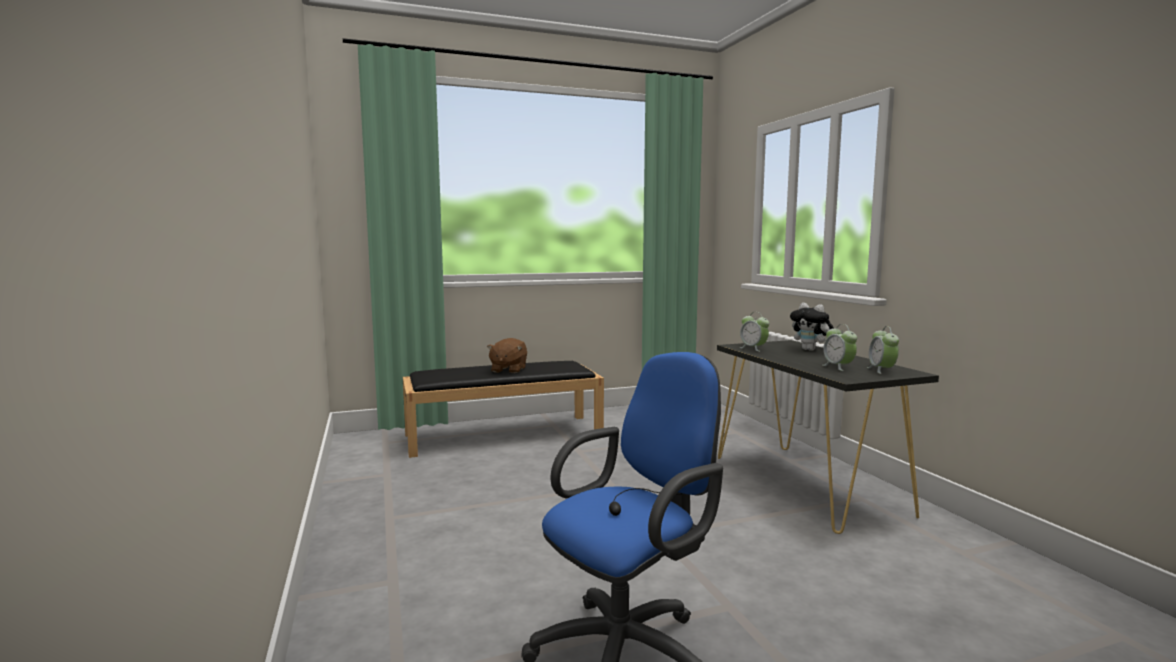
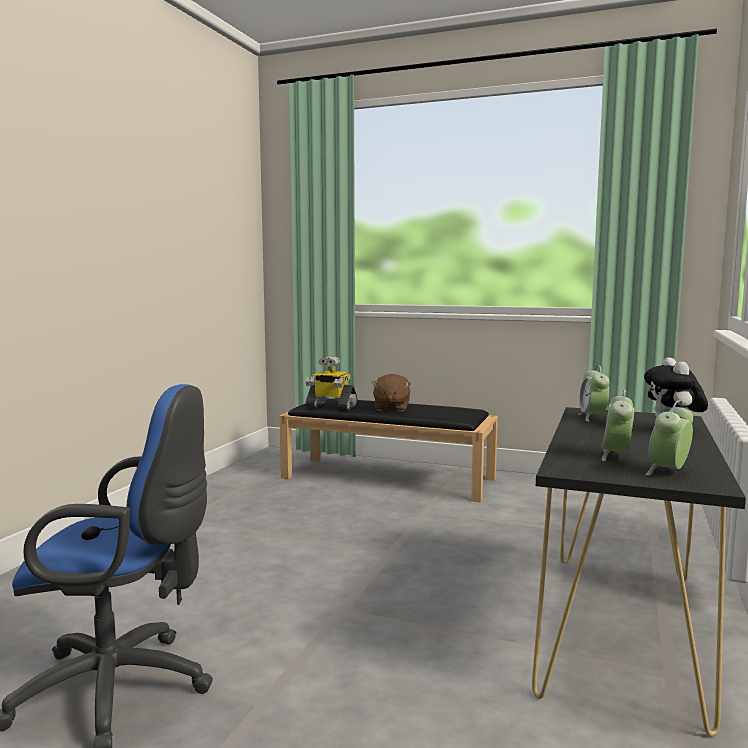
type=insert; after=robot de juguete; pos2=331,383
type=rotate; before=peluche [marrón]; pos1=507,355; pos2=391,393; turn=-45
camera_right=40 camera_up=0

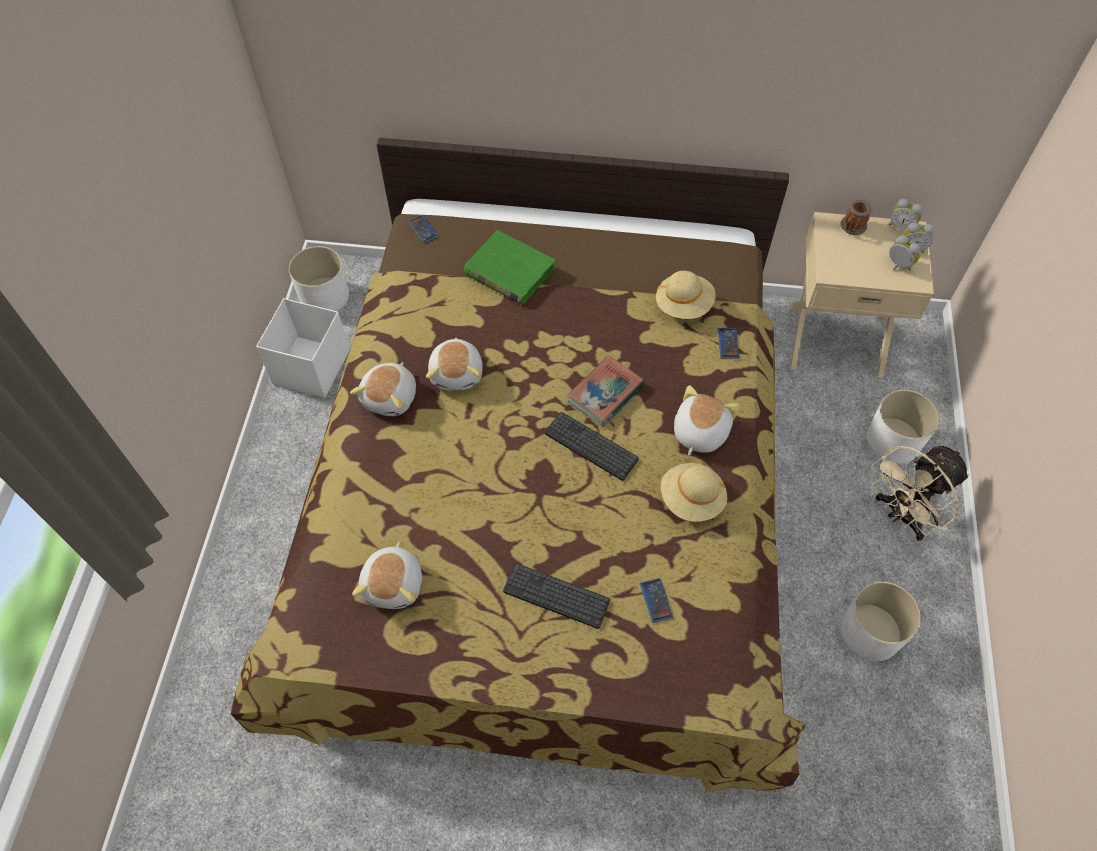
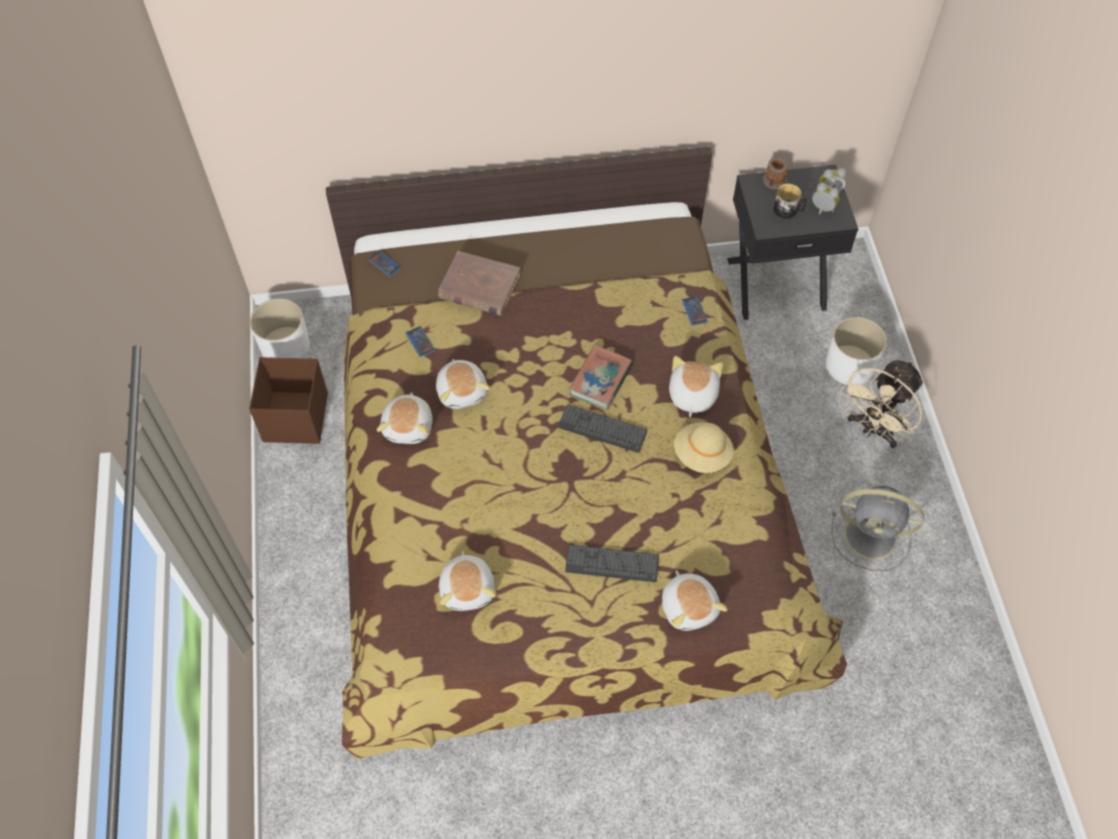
type=recolor; before=caja de almacenaje [blanco]; after=caja de almacenaje [marrón]; pos1=302,348; pos2=288,400
type=move; before=móvil; pos1=656,600; pos2=420,341
type=recolor; before=libro [verde]; after=libro [marrón]; pos1=509,267; pos2=479,283
type=insert; after=peluche; pos2=695,600
type=recolor; before=mesita de noche [beis]; after=mesita de noche [negro]; pos1=862,295; pos2=792,242
type=insert; after=taza grande; pos2=790,201
type=replace; before=maceta [blanco]; after=ventilador [gris]; pos1=881,621; pos2=878,528
type=delete; before=sombrero [beis]; pos1=686,295
type=delete; before=despertador; pos1=906,214
camera_right=-15 camera_up=0

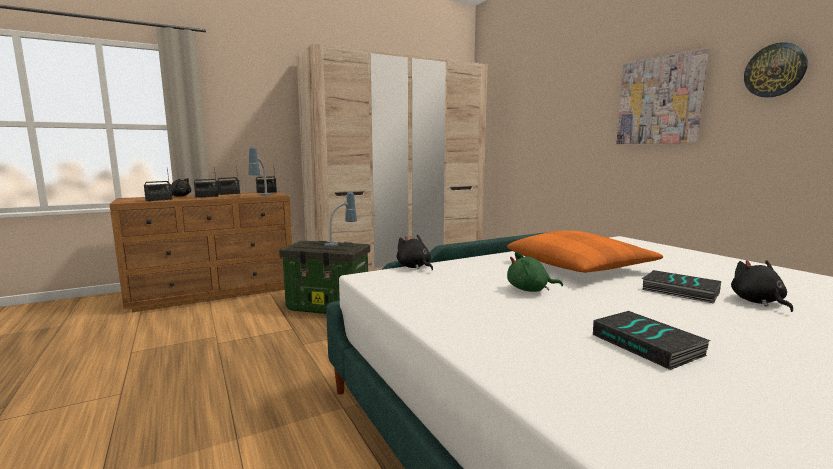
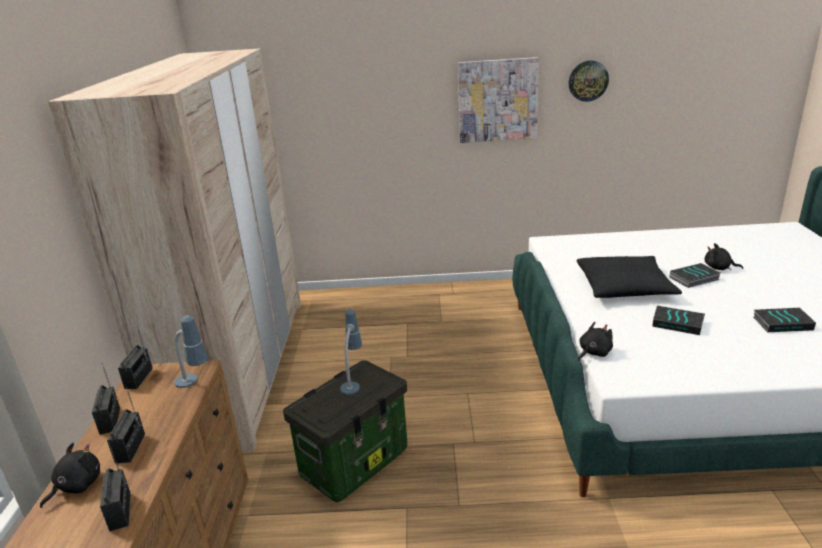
type=recolor; before=cojín [naranja]; after=cojín [negro]; pos1=585,252; pos2=629,277
type=rotate; before=peluche [negro]; pos1=415,252; pos2=595,341; turn=150
type=replace; before=peluche [verde]; after=libro; pos1=535,272; pos2=678,320
camera_right=-60 camera_up=15

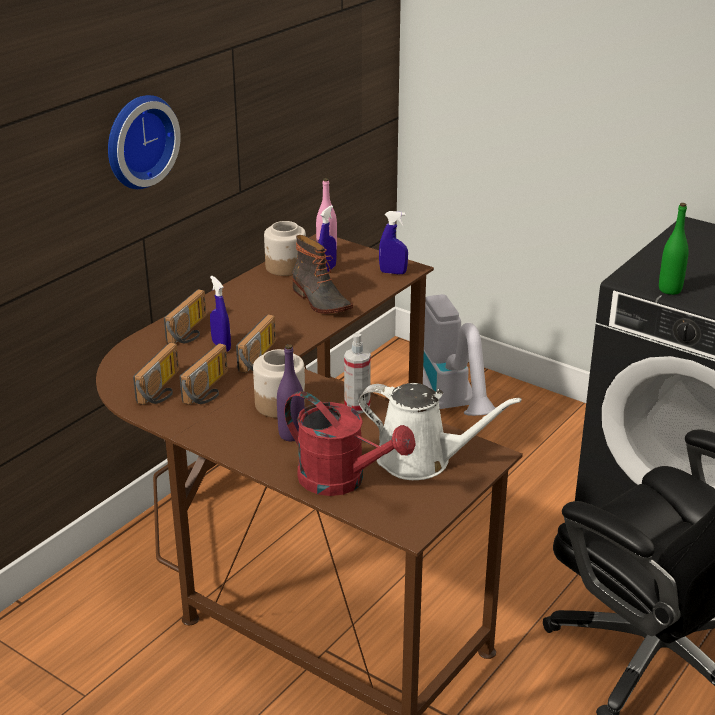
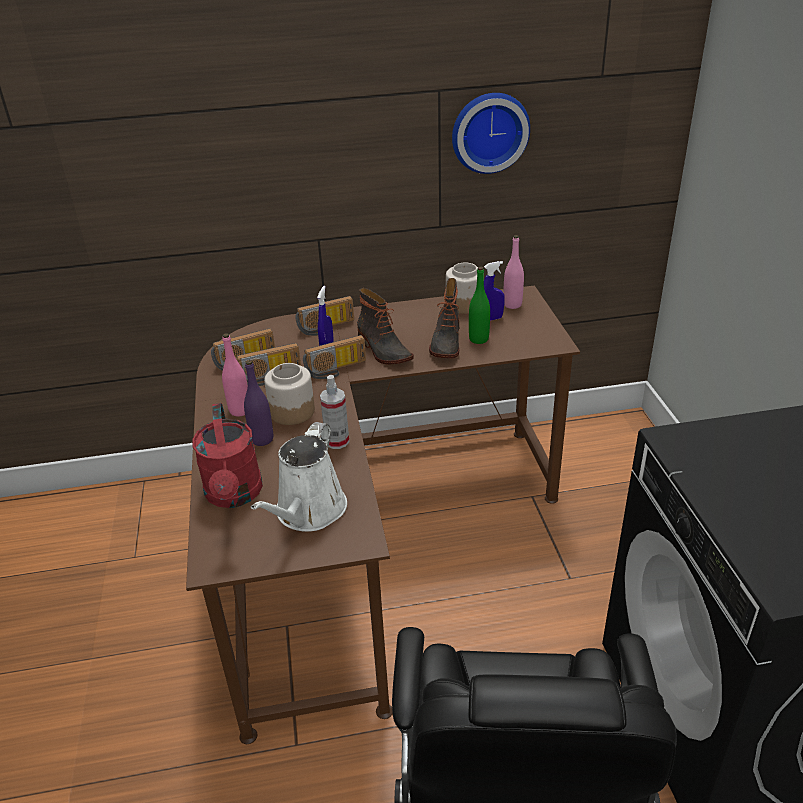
type=insert; after=botella [rosa]; pos2=235,375
type=rotate; before=regadera [blanco]; pos1=440,431; pos2=299,477; turn=45
type=insert; after=bota; pos2=385,326
type=move; before=reloj de pared; pos1=144,142; pos2=491,133
type=move; before=botella [verde]; pos1=674,249; pos2=479,305
type=delete; before=pulverizador [azul]; pos1=393,243
type=delete; before=aspiradora; pos1=459,355
camera_right=45 camera_up=5

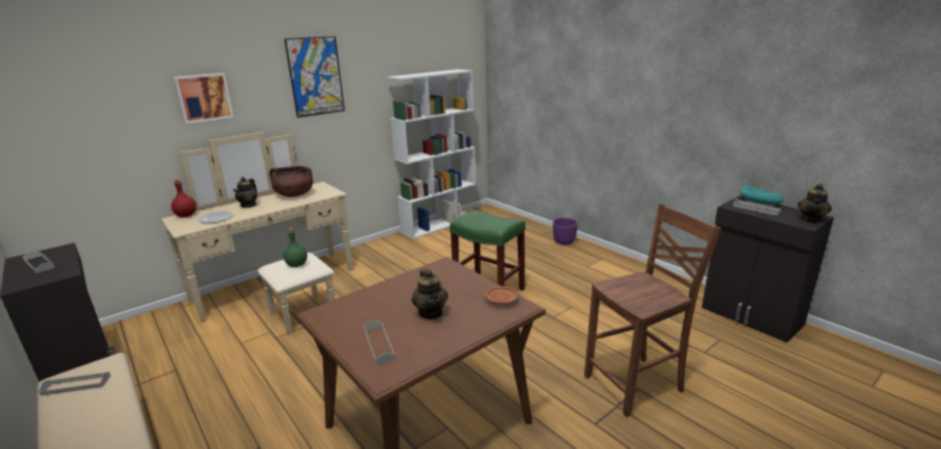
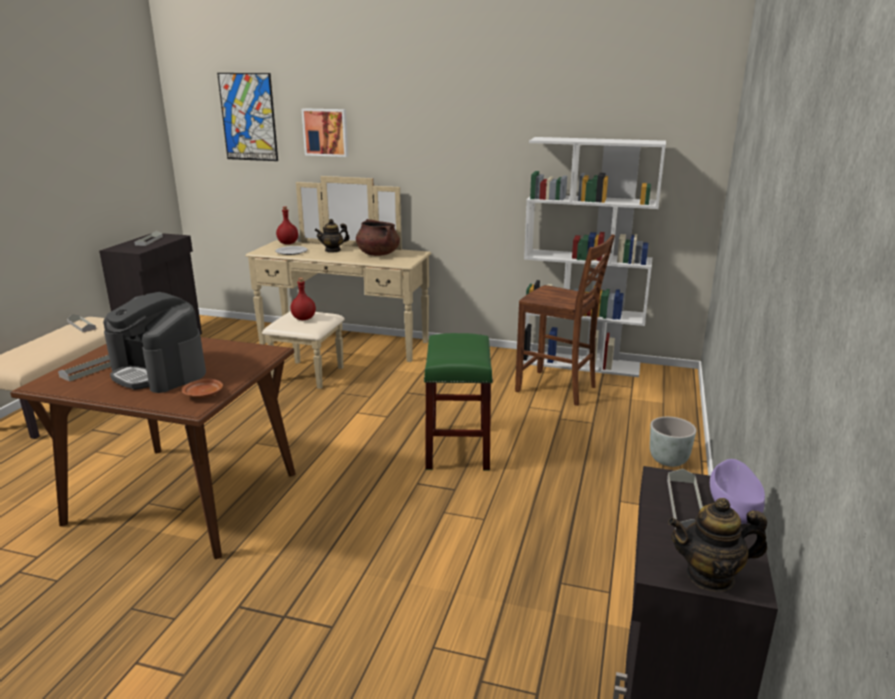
type=replace; before=tetera; after=cafetera; pos1=429,294; pos2=154,342
type=move; before=cuadro; pos1=314,77; pos2=247,117
type=recolor; before=botella [verde]; after=botella [rojo]; pos1=295,247; pos2=303,299
type=move; before=silla [marrón]; pos1=652,310; pos2=565,320
type=recolor; before=maceta [morado]; after=maceta [gris]; pos1=565,231; pos2=673,442
type=recolor; before=cuenco [turquesa]; after=cuenco [morado]; pos1=762,196; pos2=737,491
camera_right=55 camera_up=0

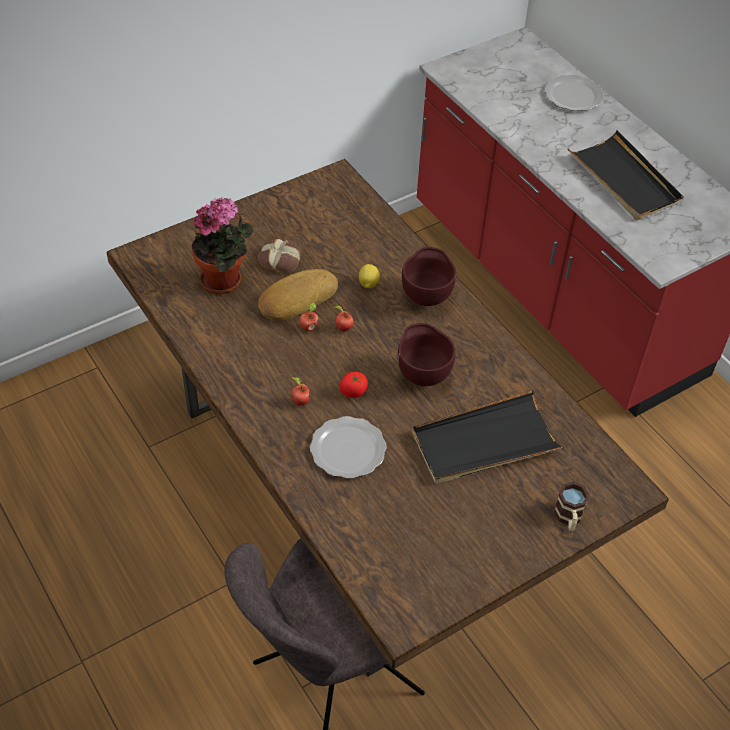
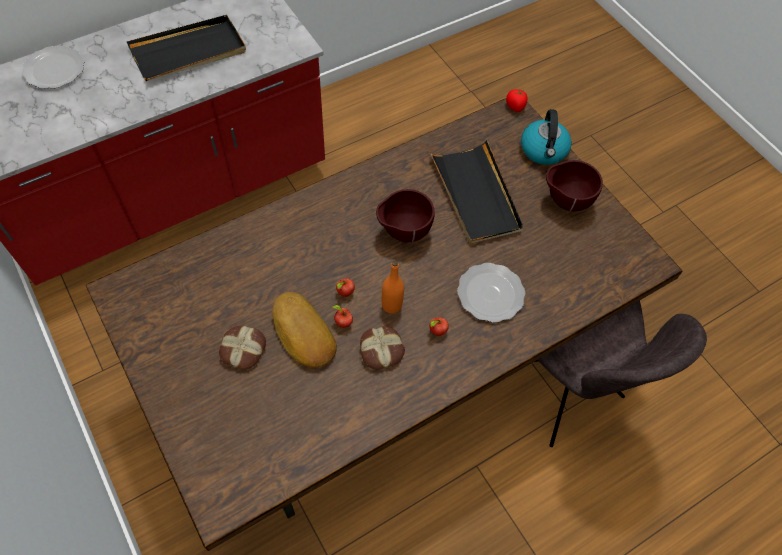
type=insert; after=pan; pos2=382,348
type=insert; after=botella [naranja]; pos2=393,287
type=move; before=tomate; pos1=353,384; pos2=517,100
type=replace; before=taza grande; after=hervidor; pos1=572,506; pos2=546,137
type=move; before=cuenco [marrón]; pos1=429,276; pos2=574,185
type=delete; before=planta en maceta; pos1=222,245
type=delete; before=limón; pos1=369,276
camera_right=-90 camera_up=10

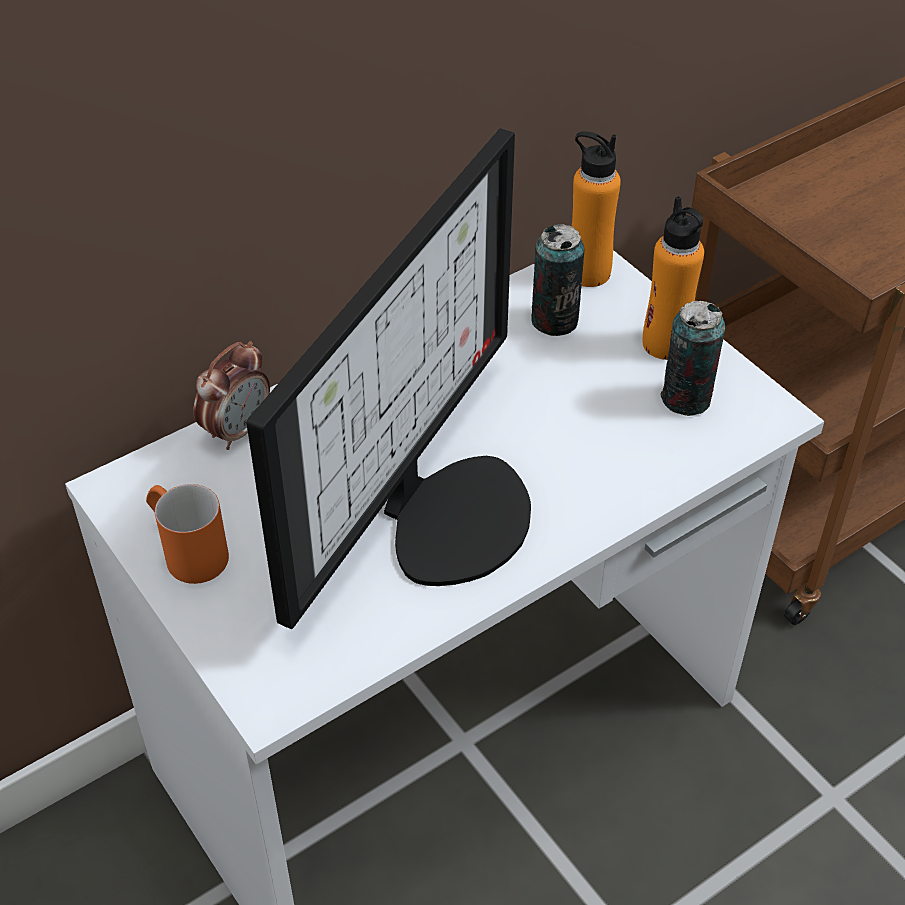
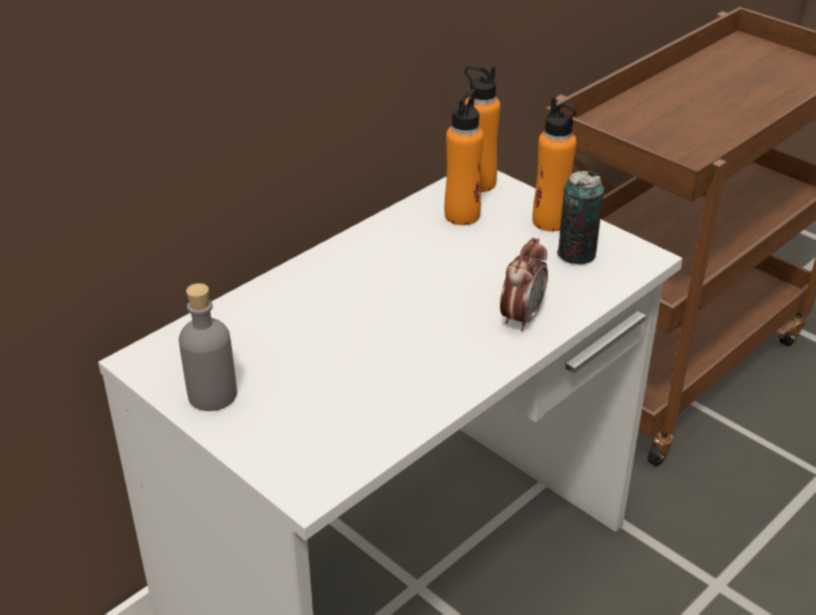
type=replace; before=taza grande [naranja]; after=botella [gris]; pos1=187,534; pos2=208,347
type=replace; before=lata; after=botella [naranja]; pos1=558,280; pos2=464,157
type=move; before=despertador; pos1=232,395; pos2=524,284
type=delete; before=monitor; pos1=389,379
camera_right=-10 camera_up=-10

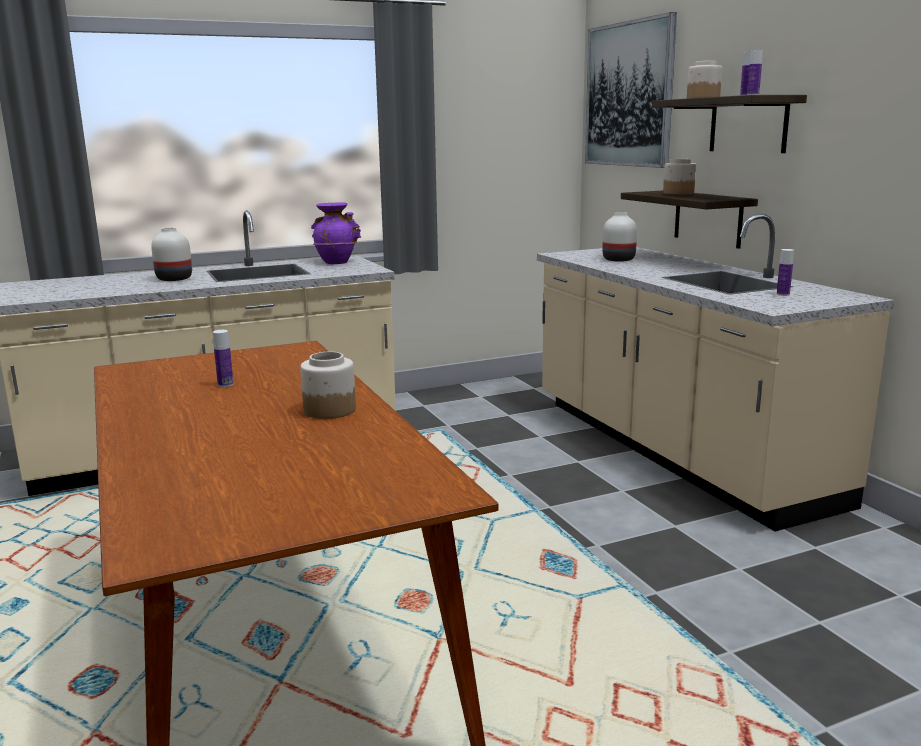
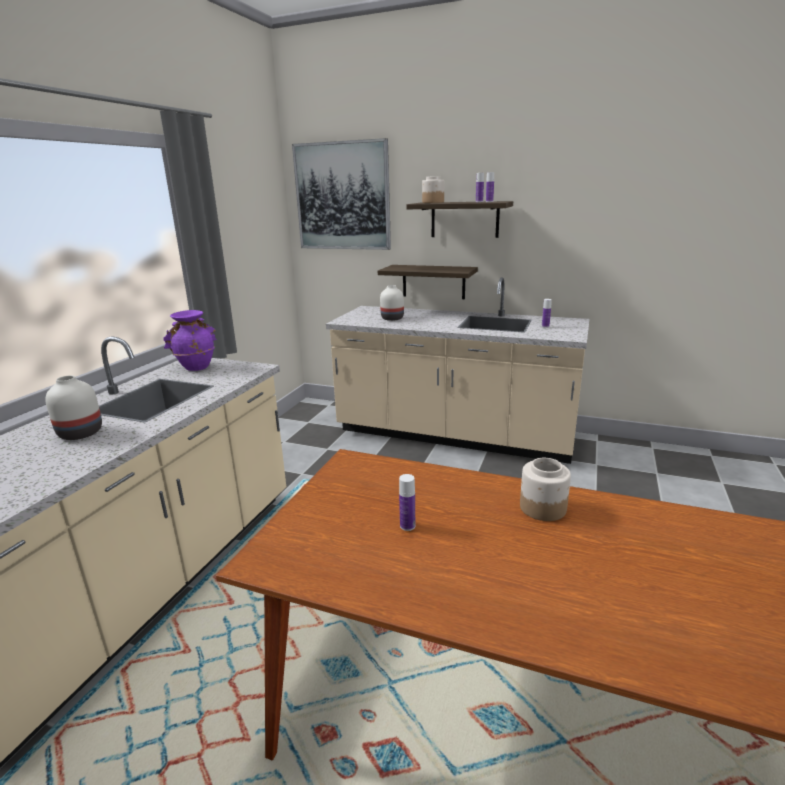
type=delete; before=tarro; pos1=679,177
camera_right=-45 camera_up=5

